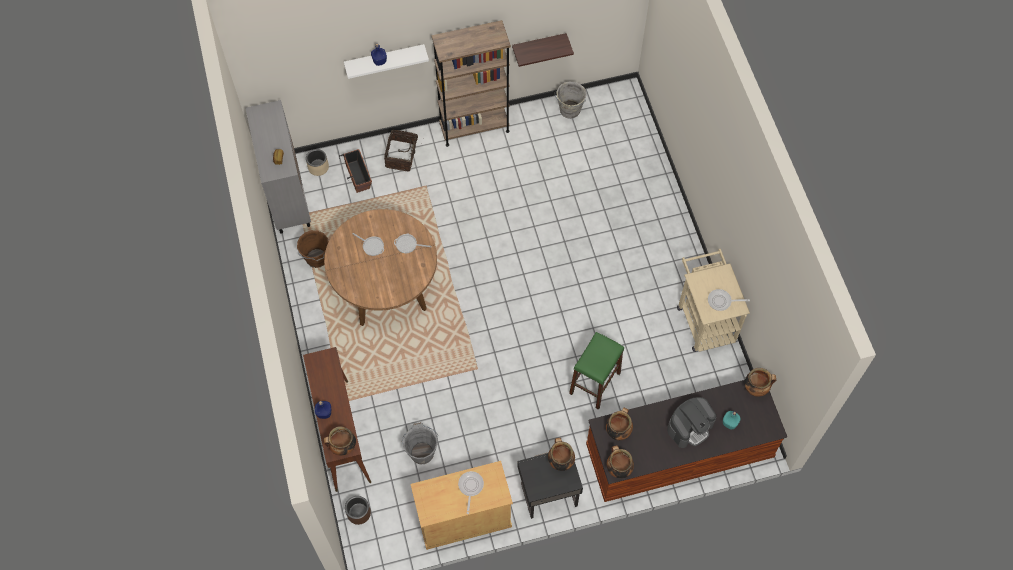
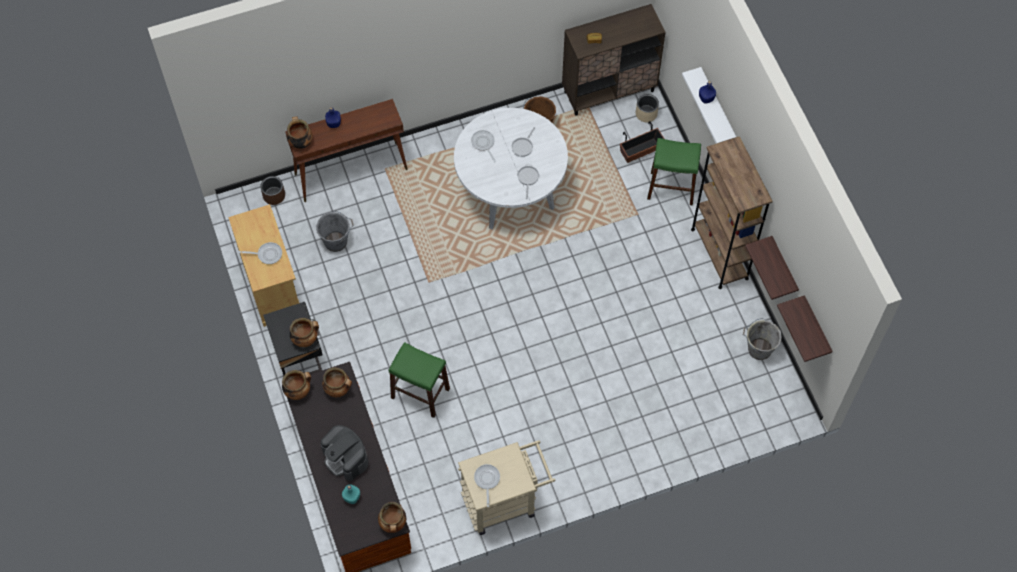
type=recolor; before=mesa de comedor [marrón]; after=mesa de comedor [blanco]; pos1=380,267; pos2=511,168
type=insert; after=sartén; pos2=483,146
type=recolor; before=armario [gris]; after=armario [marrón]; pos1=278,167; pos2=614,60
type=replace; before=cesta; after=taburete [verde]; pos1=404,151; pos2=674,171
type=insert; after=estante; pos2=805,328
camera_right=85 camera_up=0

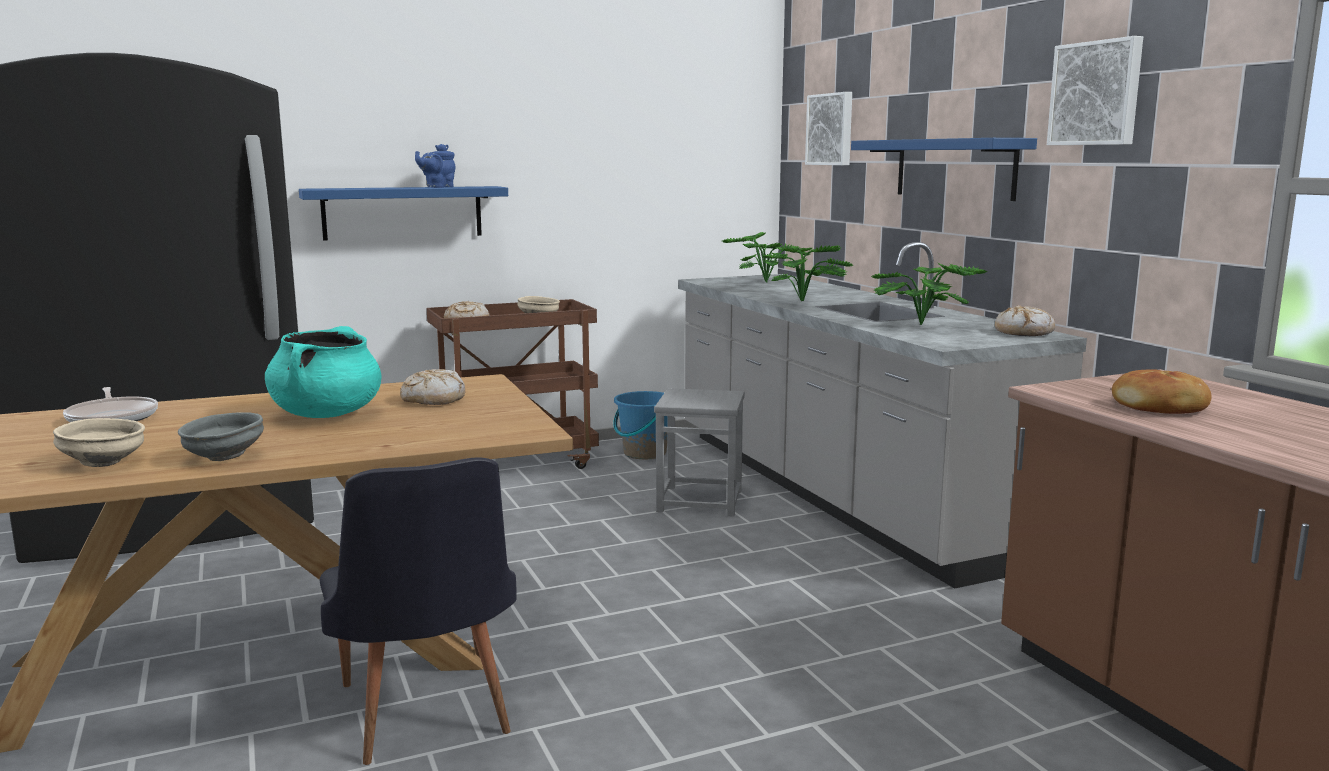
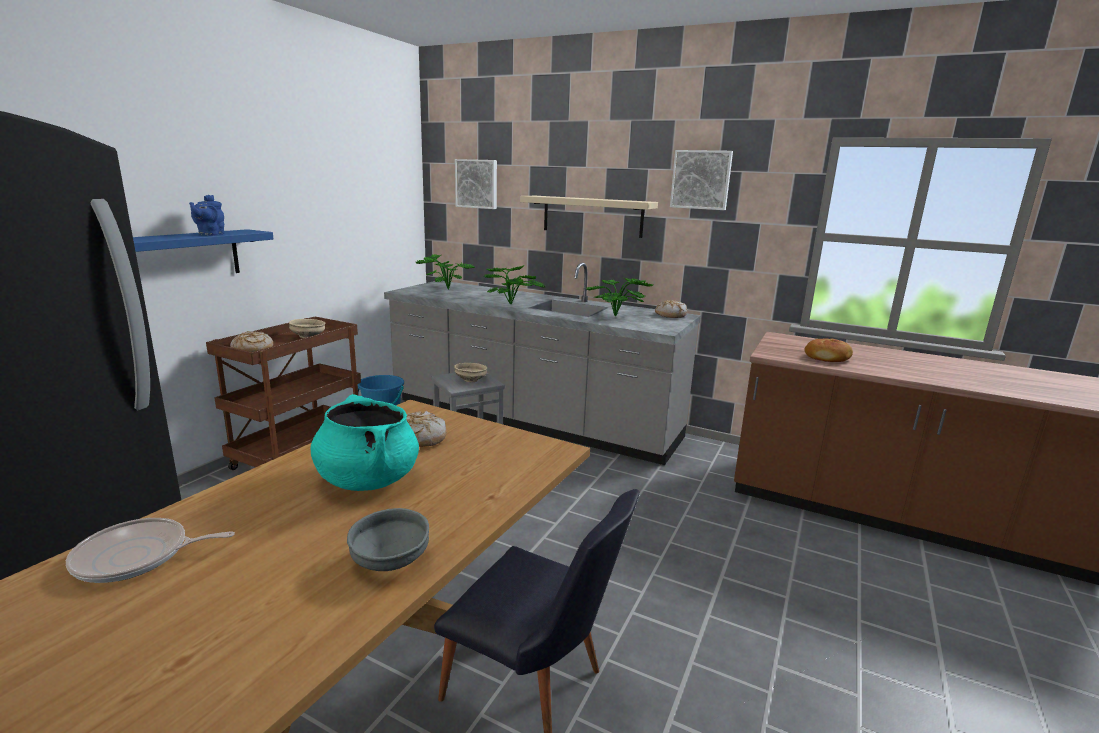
type=rotate; before=sartén; pos1=110,404; pos2=150,550; turn=150
type=move; before=cuenco [beis]; pos1=99,442; pos2=470,372
type=recolor; before=estante [azul]; after=estante [beis]; pos1=944,169; pos2=589,217
camera_right=-40 camera_up=5

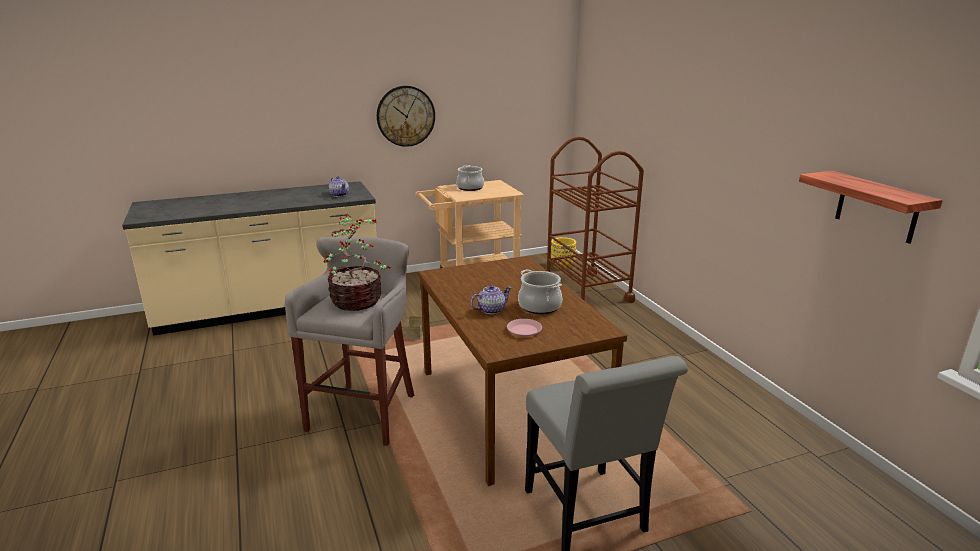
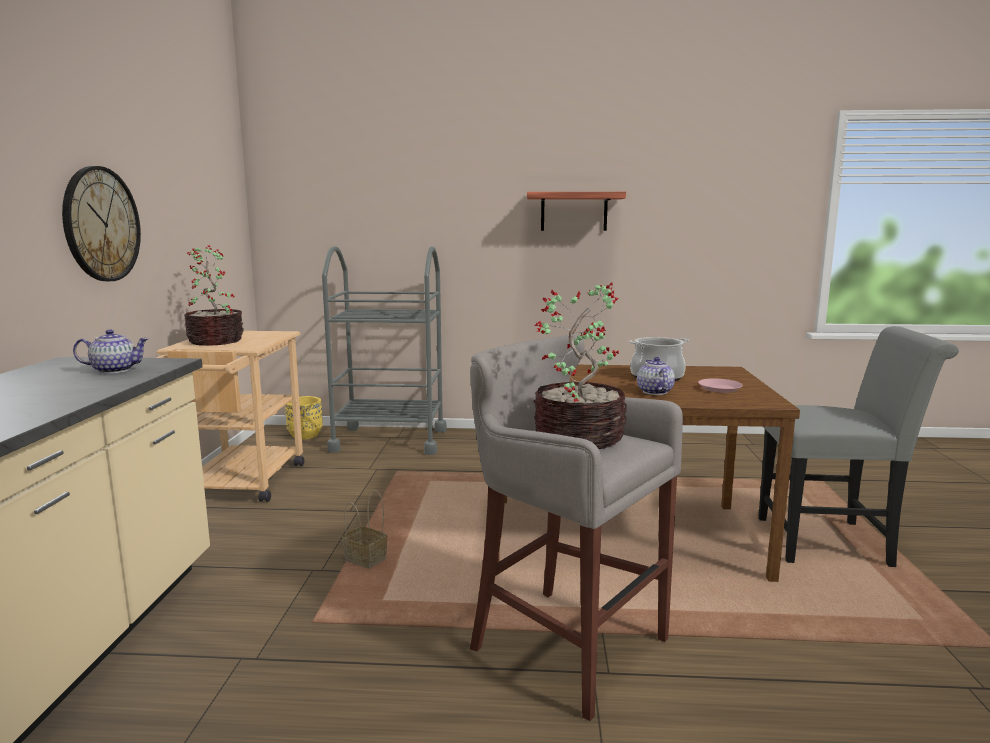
type=replace; before=olla; after=planta en maceta; pos1=470,178; pos2=214,295
type=recolor; before=carrito [marrón]; after=carrito [gris]; pos1=595,220; pos2=384,350
type=move; before=estante; pos1=871,207; pos2=576,211
camera_right=-65 camera_up=-10

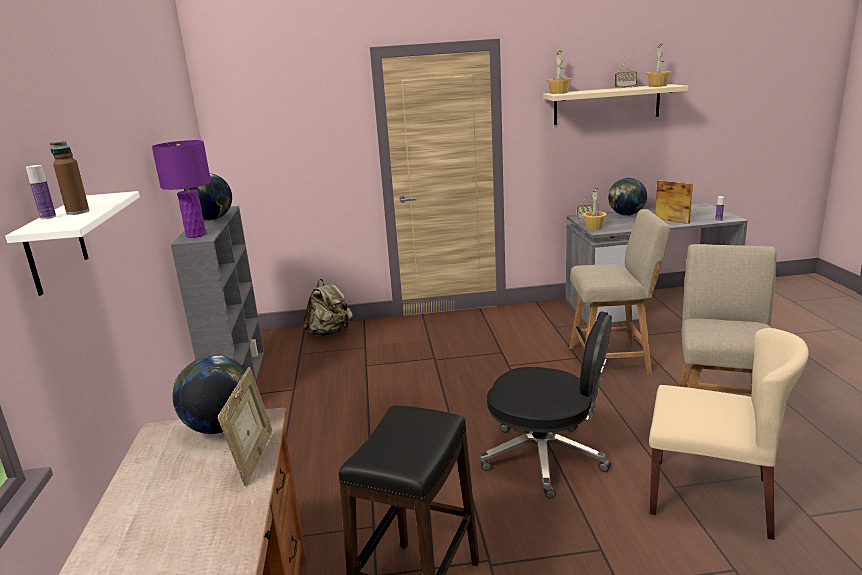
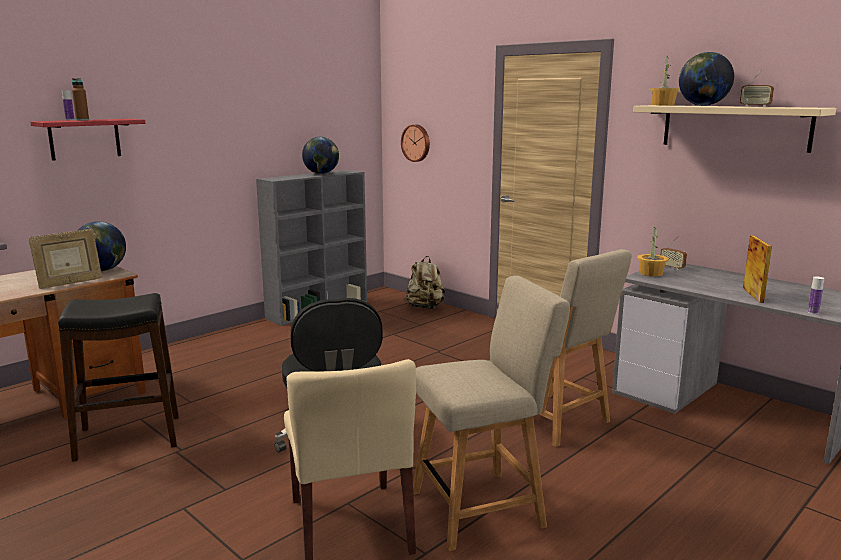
type=recolor; before=estante [blanco]; after=estante [rojo]; pos1=72,243; pos2=87,140
type=insert; after=reloj de pared; pos2=415,143
type=move; before=globo terráqueo; pos1=627,197; pos2=706,79
type=delete; before=lámpara de mesa [morado]; pos1=181,189
type=delete; before=planta en maceta; pos1=658,65
camera_right=50 camera_up=-5

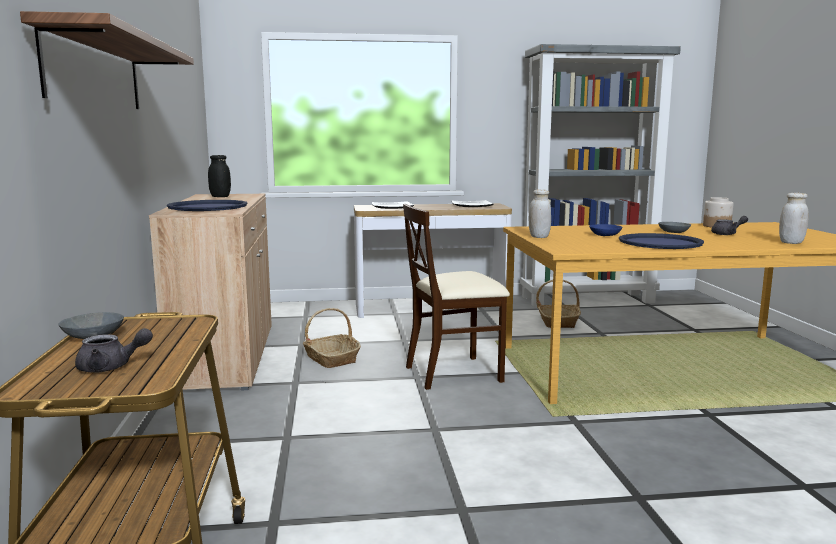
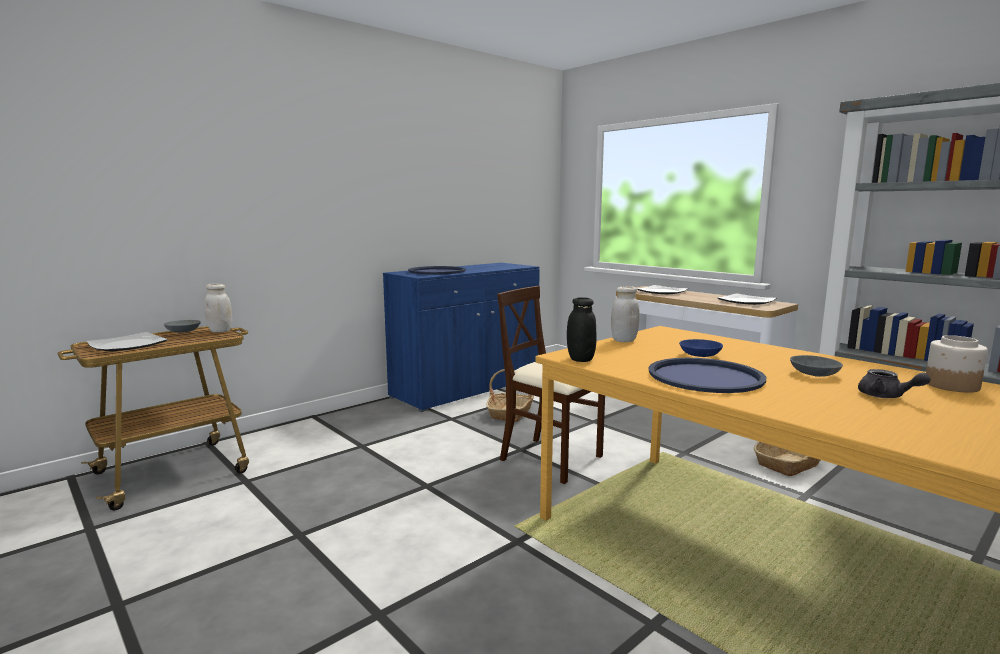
type=replace; before=tetera [gris]; after=plato; pos1=114,350; pos2=127,341
type=move; before=tarro [blanco]; pos1=794,218; pos2=218,308
type=recolor; before=armario [beis]; after=armario [azul]; pos1=210,292; pos2=461,337
type=move; before=tarro [negro]; pos1=219,176; pos2=582,329
type=delete; before=estante; pos1=107,60
camera_right=55 camera_up=0

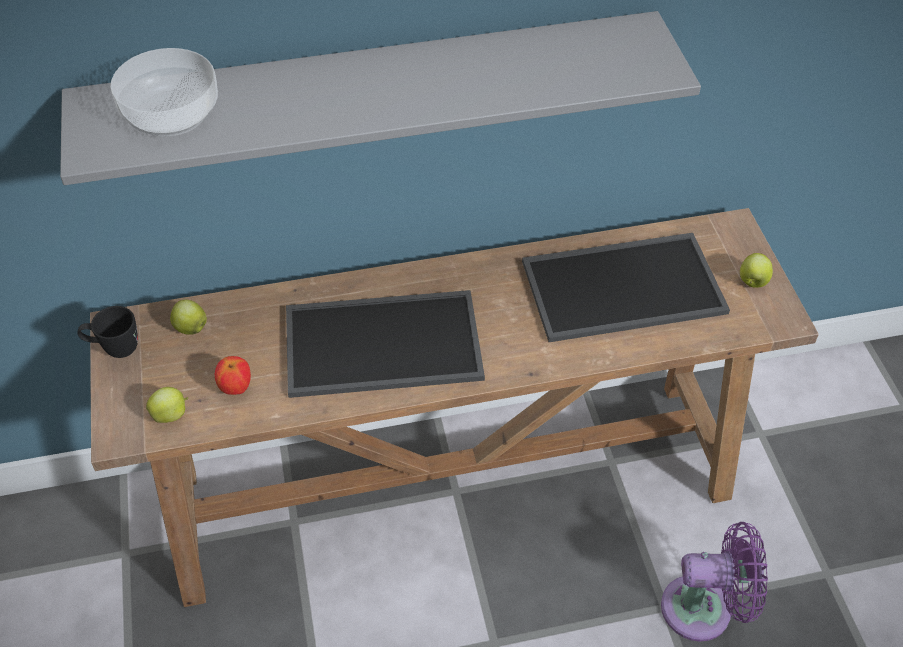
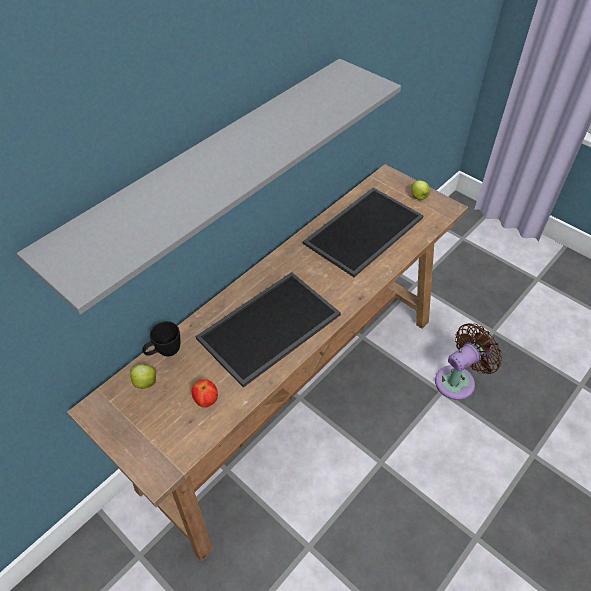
type=move; before=taza grande [negro]; pos1=107,332; pos2=161,339
type=recolor; before=ventilador [morado]; after=ventilador [marrón]; pos1=714,582; pos2=468,361
type=delete; before=cuenco; pos1=164,92
type=delete; before=manzana; pos1=167,405
camera_right=-35 camera_up=0

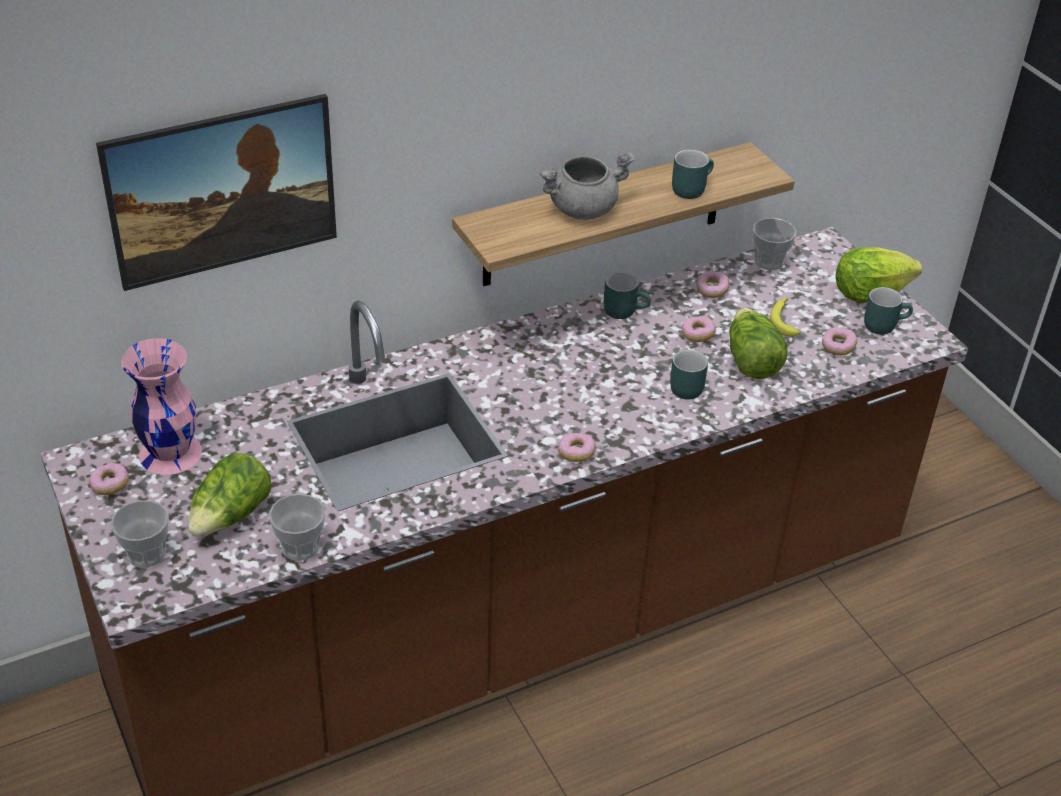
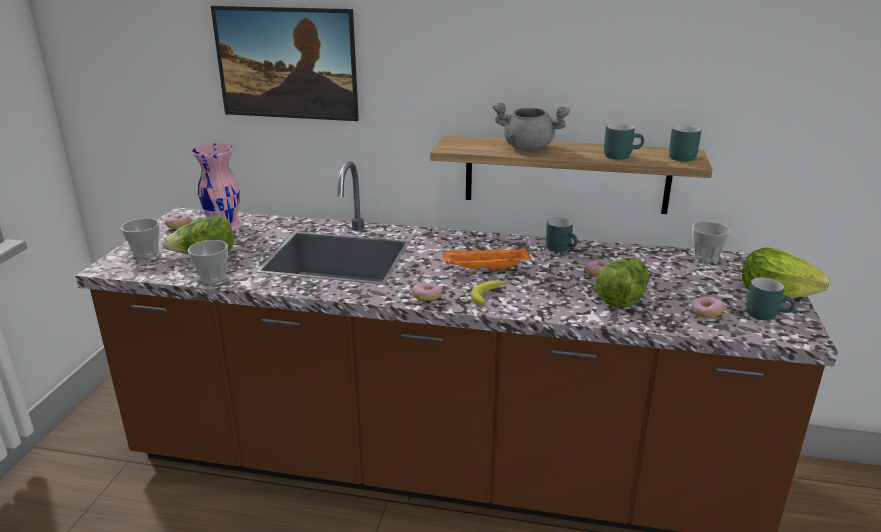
type=insert; after=bandeja [naranja]; pos2=486,259
type=move; before=plátano; pos1=785,316; pos2=489,292
type=move; before=taza grande [turquesa]; pos1=689,374; pos2=685,143
type=delete; before=rosquilla; pos1=712,284
camera_right=40 camera_up=-15

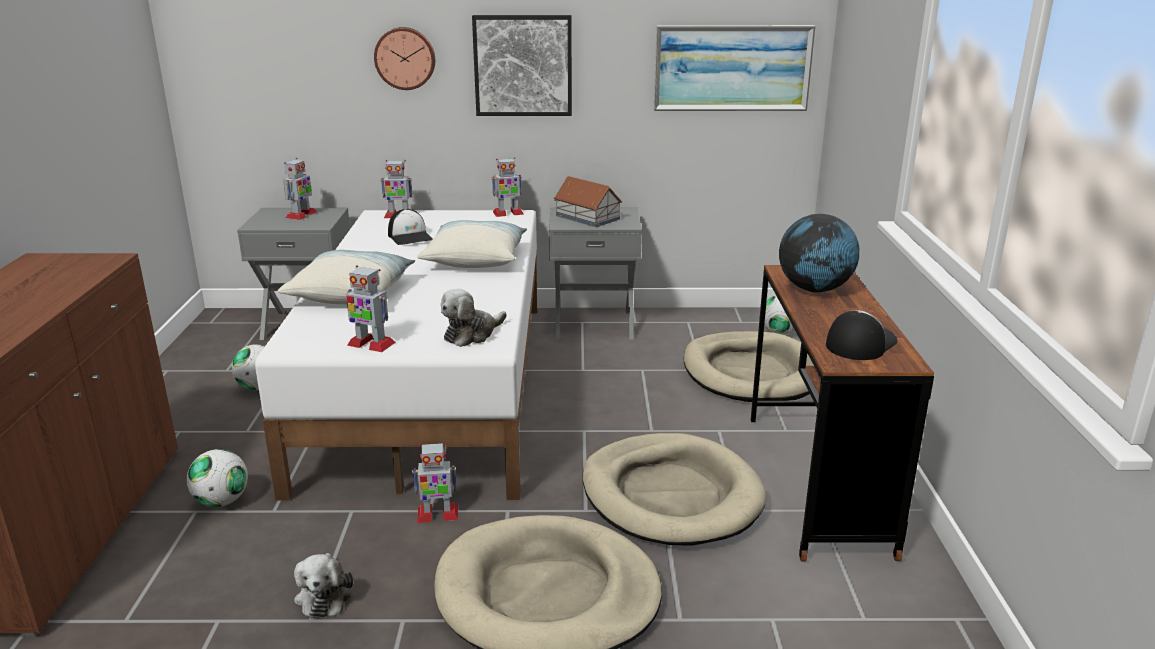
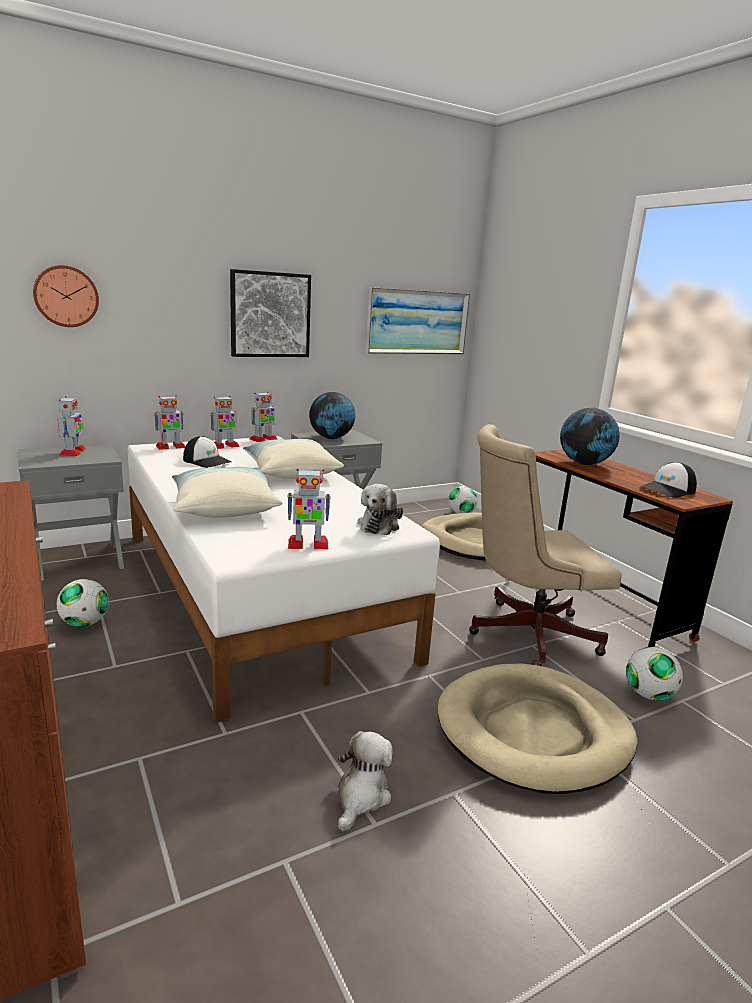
type=move; before=reloj de pared; pos1=404,58; pos2=66,296
type=move; before=robot de juguete; pos1=435,482; pos2=225,422
type=replace; before=casita; after=globo terráqueo; pos1=588,201; pos2=332,415
type=rotate; before=peluche; pos1=323,586; pos2=365,781; turn=-120
type=replace; before=cama para perro [beis]; after=silla de oficina [beis]; pos1=674,489; pos2=545,545
type=move; before=balón de fútbol; pos1=217,478; pos2=654,673
type=rotate; before=gorra; pos1=861,335; pos2=668,480; turn=-135
camera_right=-30 camera_up=-5

